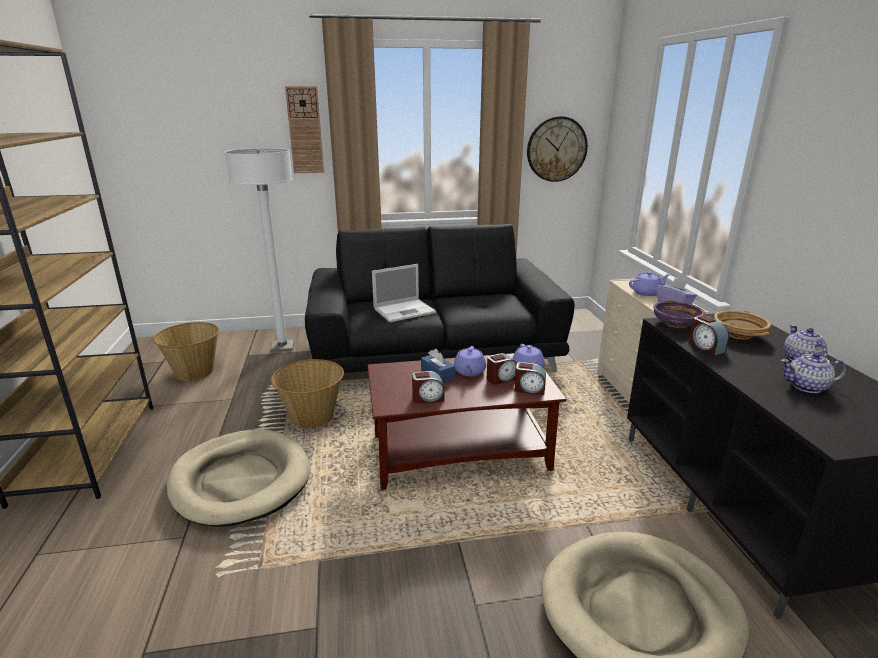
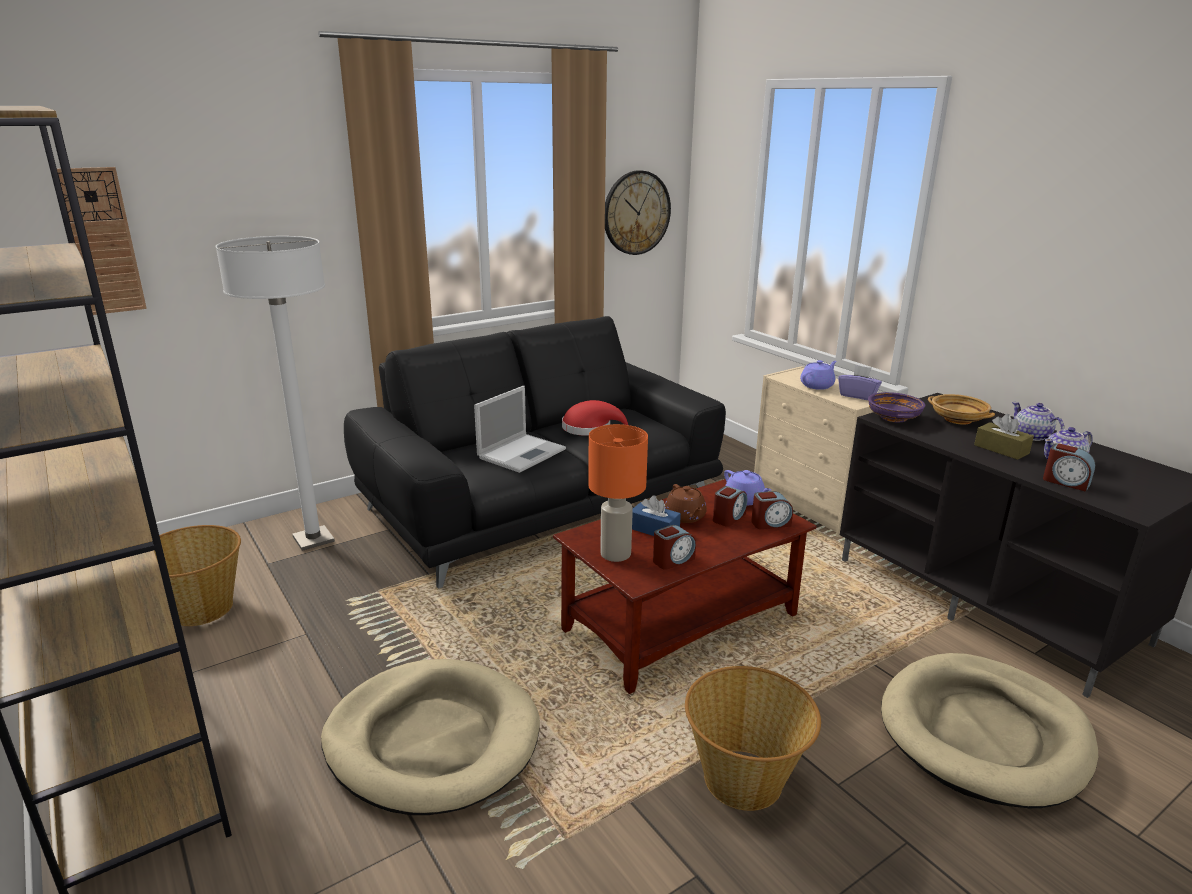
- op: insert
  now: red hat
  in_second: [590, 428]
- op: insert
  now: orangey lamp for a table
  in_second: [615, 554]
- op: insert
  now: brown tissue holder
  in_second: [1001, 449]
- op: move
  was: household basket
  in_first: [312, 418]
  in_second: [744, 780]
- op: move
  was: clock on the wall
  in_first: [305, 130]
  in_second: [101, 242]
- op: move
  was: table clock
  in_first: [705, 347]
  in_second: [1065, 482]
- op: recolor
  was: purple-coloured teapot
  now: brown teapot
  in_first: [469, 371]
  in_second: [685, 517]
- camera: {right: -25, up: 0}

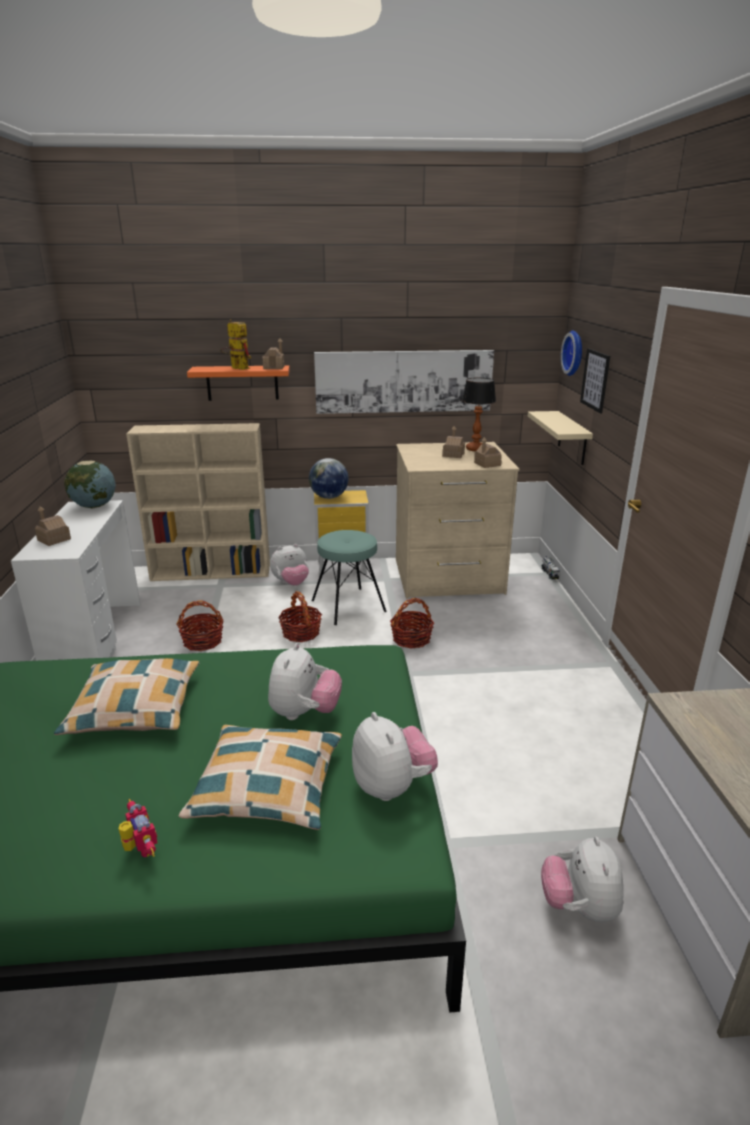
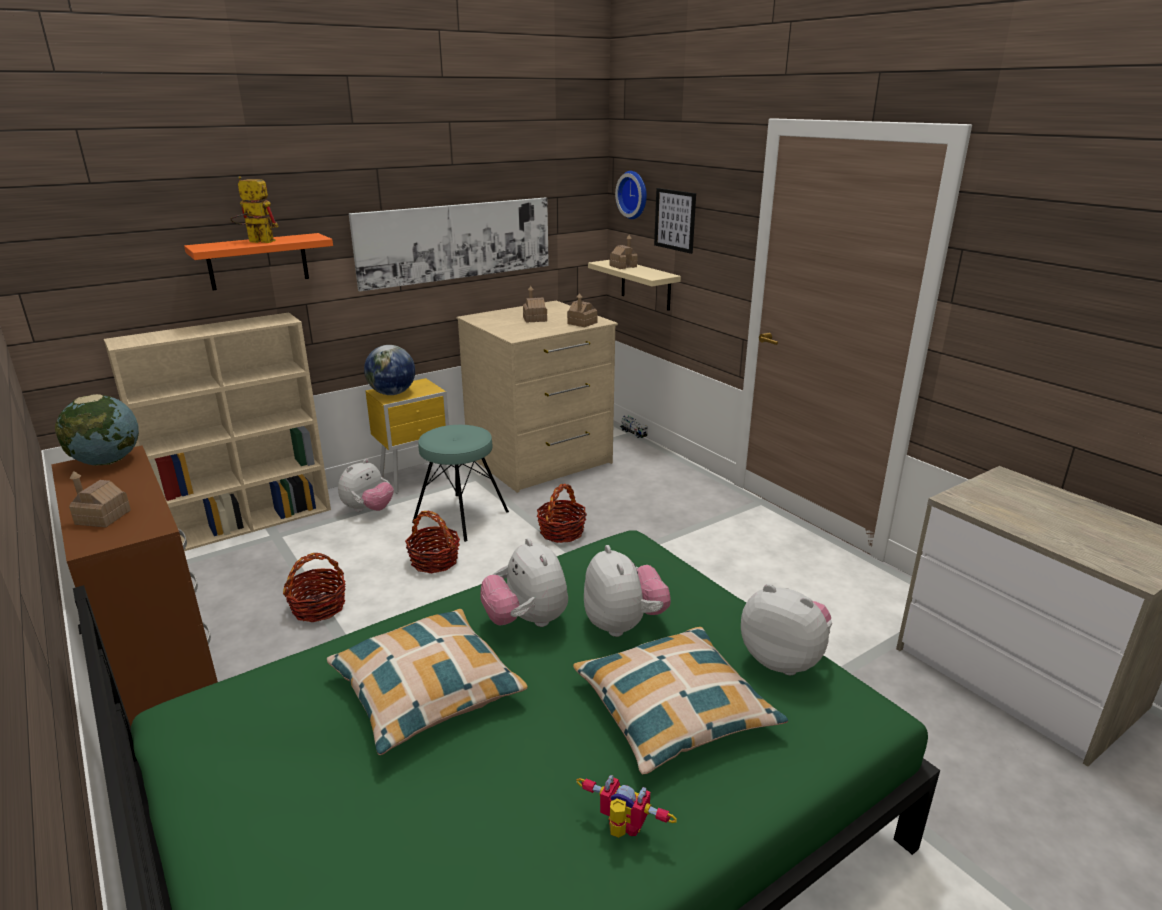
- op: delete
  was: lamp for a table
  in_first: [476, 449]
- op: move
  was: miniature house
  in_first: [274, 367]
  in_second: [623, 266]
- op: move
  was: soft toy
  in_first: [579, 906]
  in_second: [526, 621]
- op: recolor
  was: white-coloured desk table
  now: brown desk table
  in_first: [95, 639]
  in_second: [155, 652]
- camera: {right: -30, up: 0}

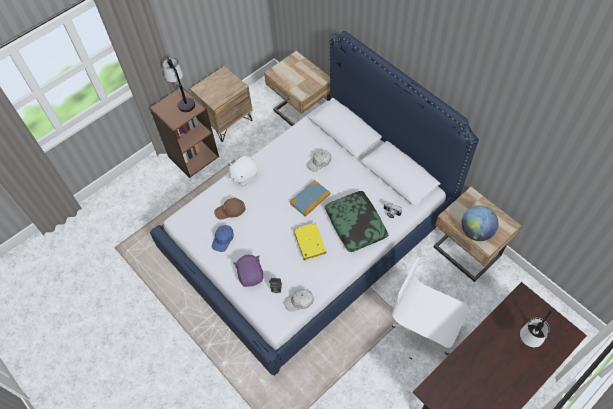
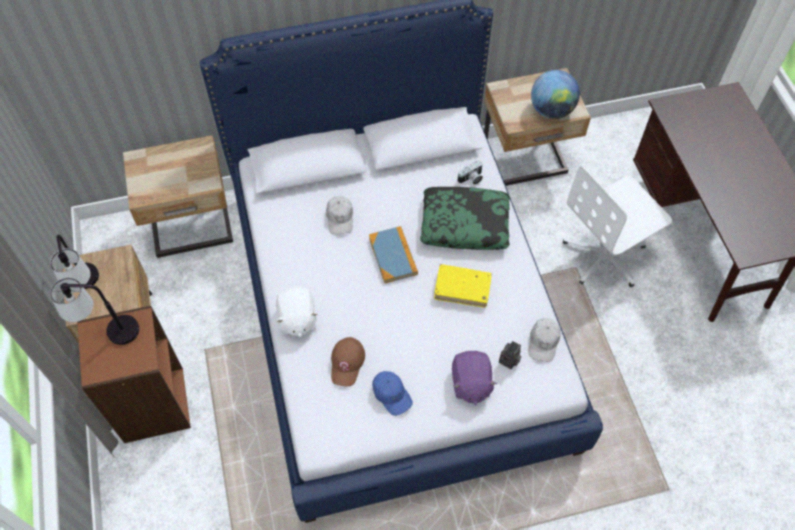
- op: move
  was: lamp for a table
  in_first: [528, 340]
  in_second: [87, 288]
- op: rotate
  was: purple-coloured soft toy
  in_first: [251, 275]
  in_second: [470, 383]
  clockwise: -105
- camera: {right: -65, up: 0}

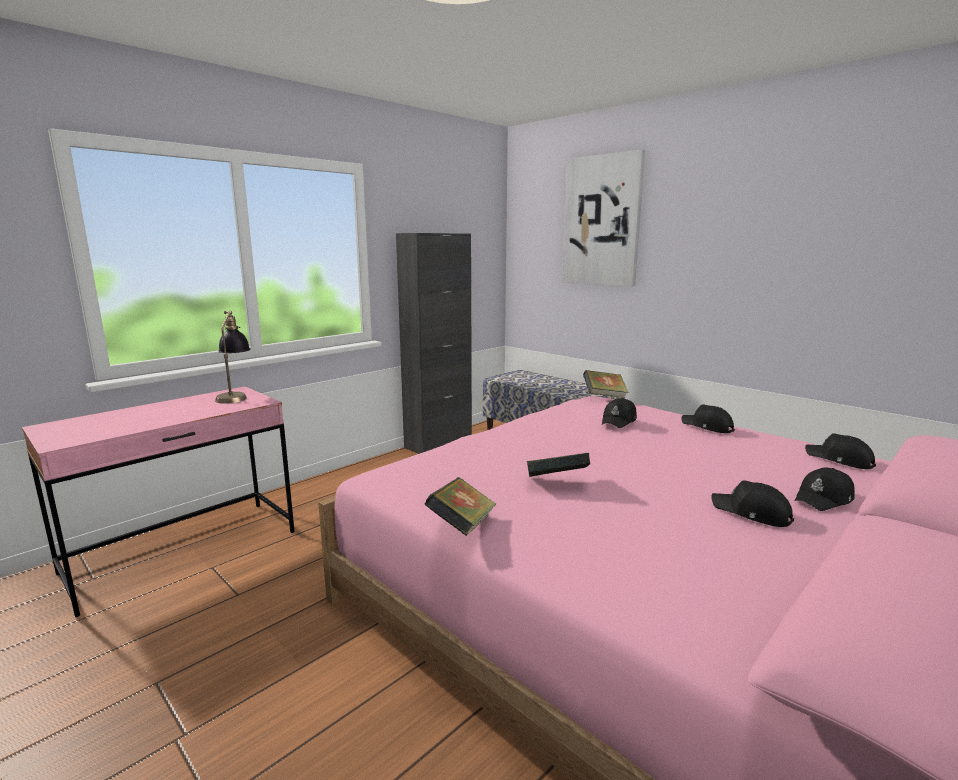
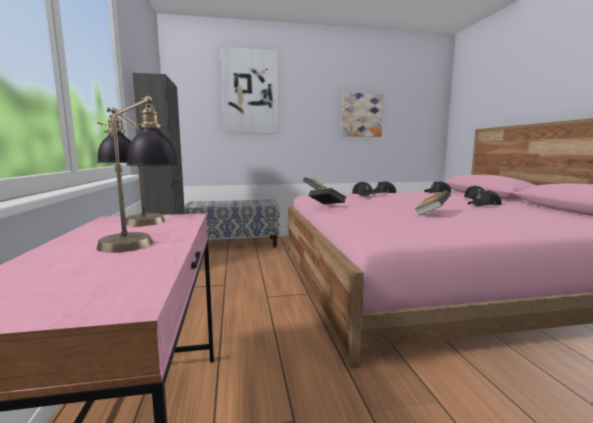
- op: insert
  now: lamp for a table
  in_second: [143, 239]
- op: insert
  now: picture
  in_second: [361, 115]
- op: move
  was: book
  in_first: [462, 526]
  in_second: [327, 206]
- camera: {right: -55, up: -5}

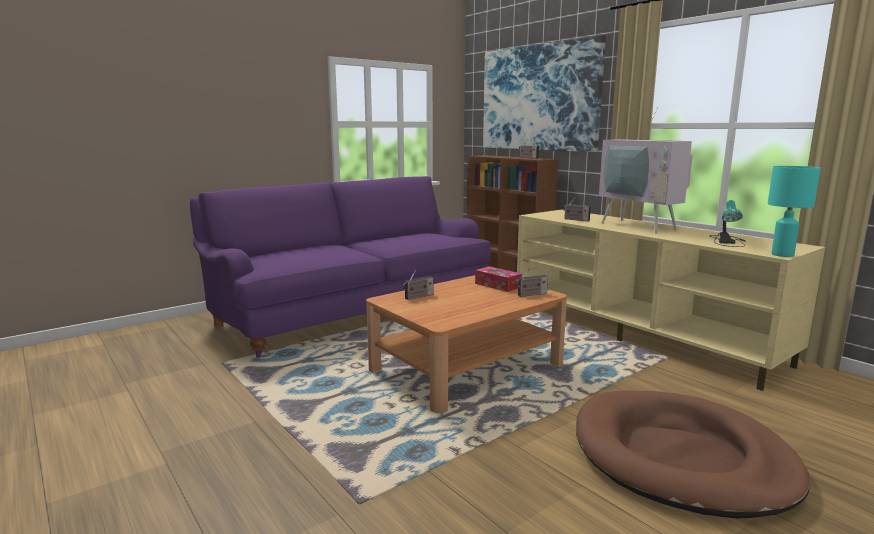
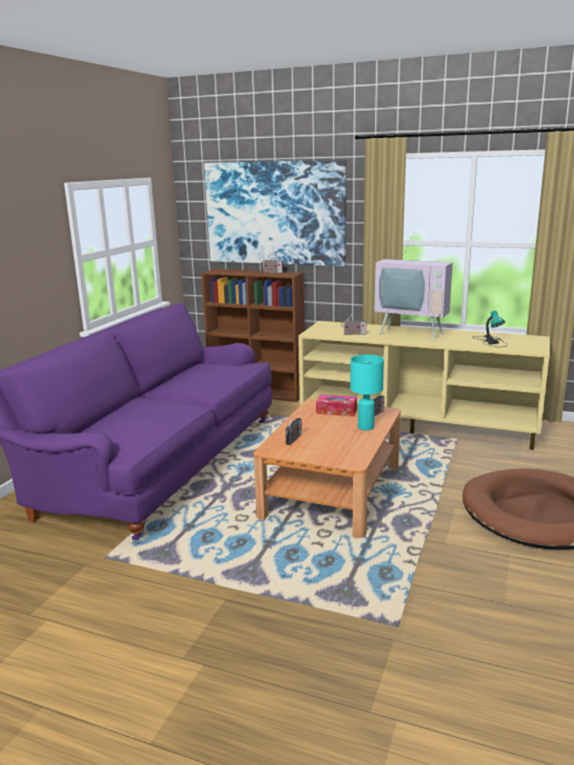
- op: move
  was: turquoise lamp for a table
  in_first: [783, 255]
  in_second: [366, 427]
- camera: {right: -30, up: 5}

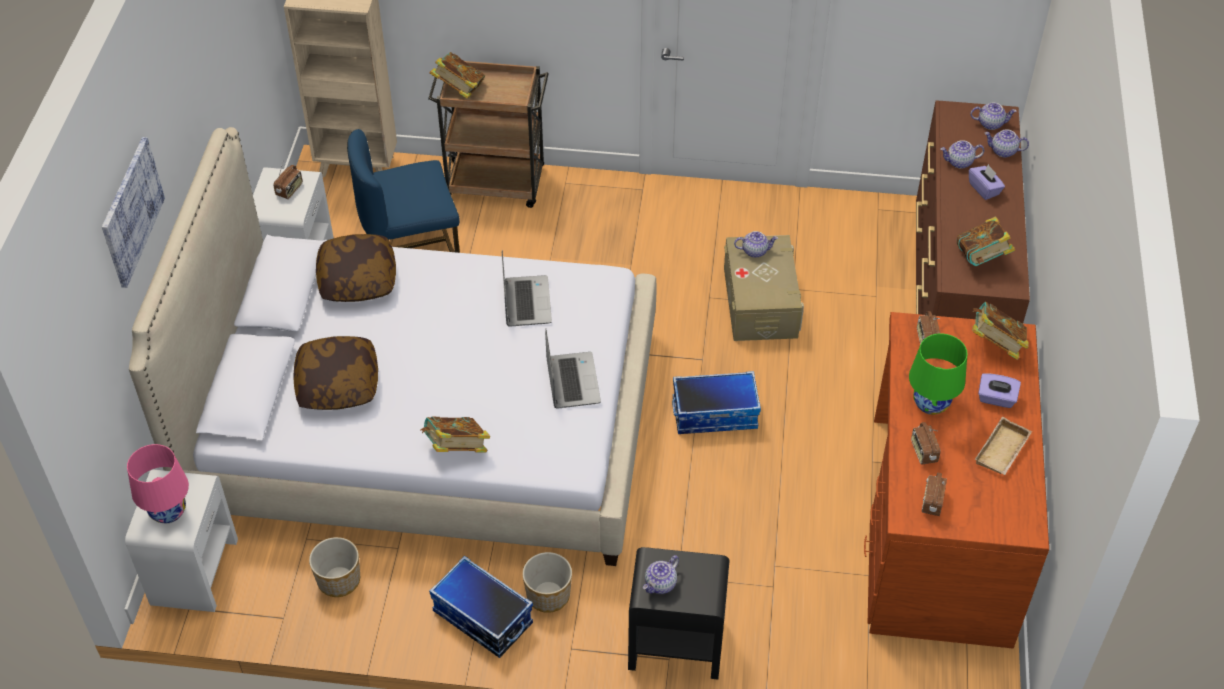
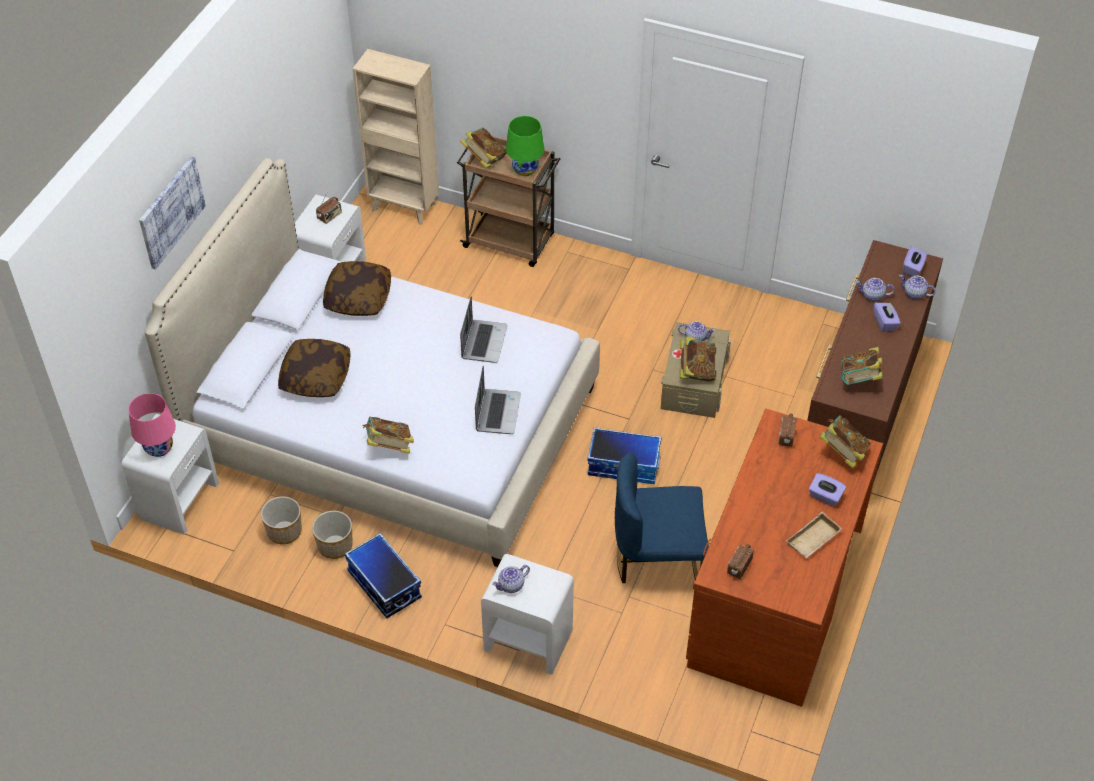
- op: delete
  was: radio
  in_first: [923, 452]
- op: insert
  now: book
  in_second: [696, 371]
- op: move
  was: blue-coloured plain chair
  in_first: [411, 246]
  in_second: [658, 559]
- op: move
  was: plant pot
  in_first: [548, 595]
  in_second: [335, 545]
- op: move
  was: greenish lamp for a table
  in_first: [931, 403]
  in_second: [525, 169]
- op: replace
  was: teapot
  now: purple-coloured tissue holder
  in_first: [991, 123]
  in_second: [913, 268]
- op: recolor
  was: black nightstand
  now: white-coloured nightstand
  in_first: [675, 644]
  in_second: [527, 640]
- camera: {right: 15, up: 0}

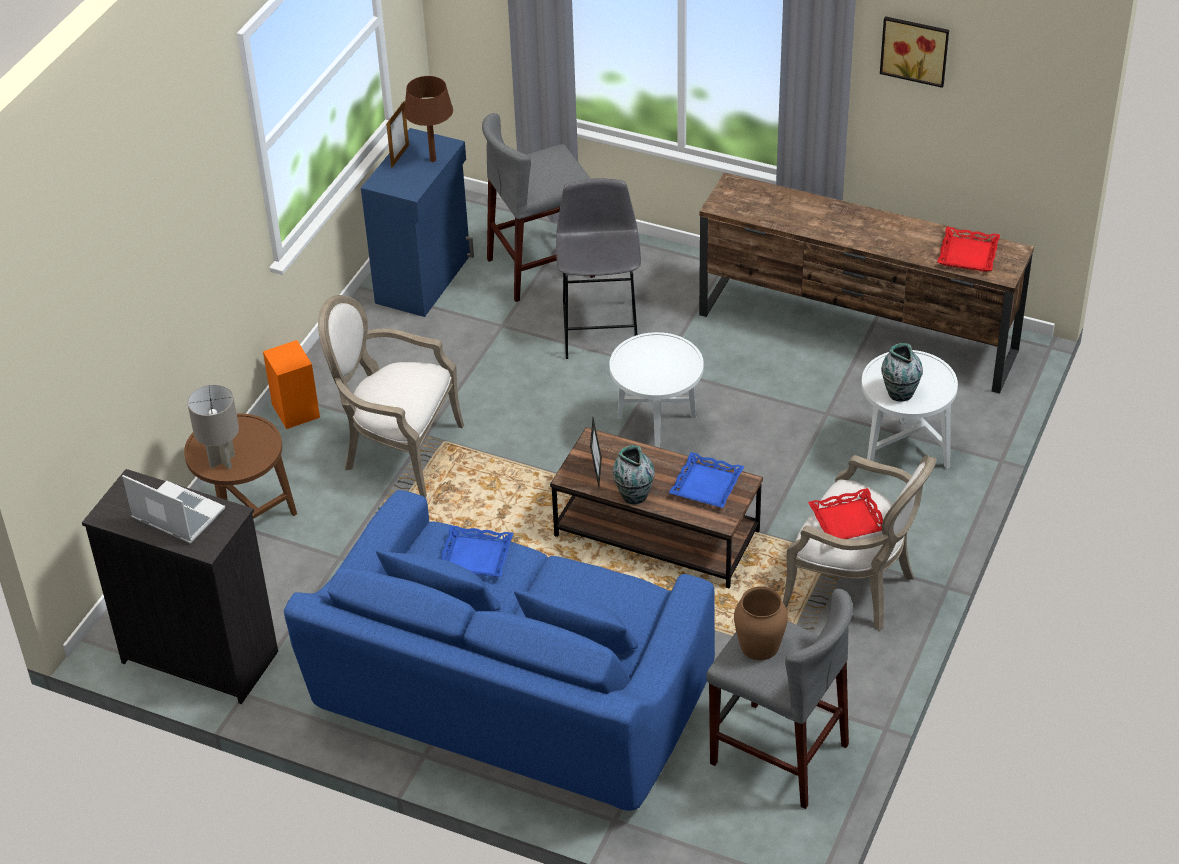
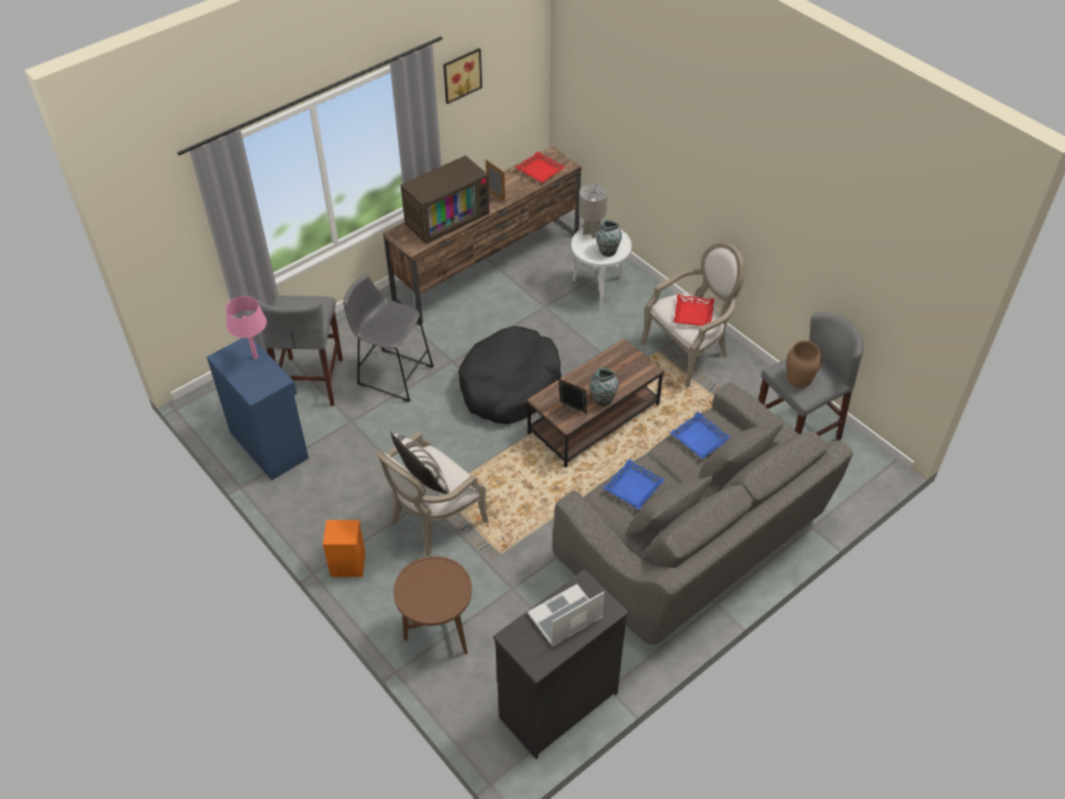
- op: insert
  now: throw pillow
  in_second: [423, 481]
- op: insert
  now: television
  in_second: [446, 217]
- op: move
  was: gray lamp for a table
  in_first: [221, 461]
  in_second: [591, 233]
- op: move
  was: picture frame
  in_first: [400, 156]
  in_second: [495, 196]
- op: move
  was: blue-coloured serving tray
  in_first: [706, 485]
  in_second: [699, 439]
- op: replace
  was: white-coloured accent table
  now: black dog cushion
  in_first: [657, 435]
  in_second: [509, 386]
- op: recolor
  was: blue-coloured settee
  now: gray settee
  in_first: [511, 699]
  in_second: [692, 541]
- op: recolor
  was: brown lamp for a table
  now: pinkish lamp for a table
  in_first: [432, 160]
  in_second: [255, 357]
- camera: {right: -65, up: 5}

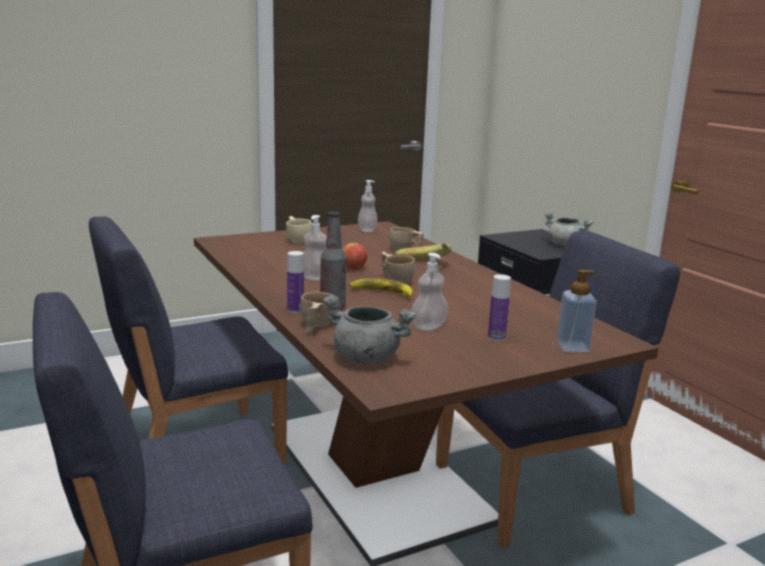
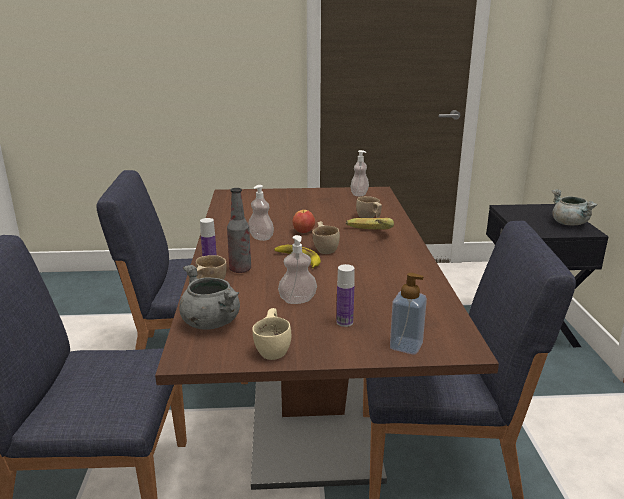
- op: move
  was: sand-coloured drinking cup
  in_first: [297, 240]
  in_second: [274, 348]
- camera: {right: 25, up: 5}

